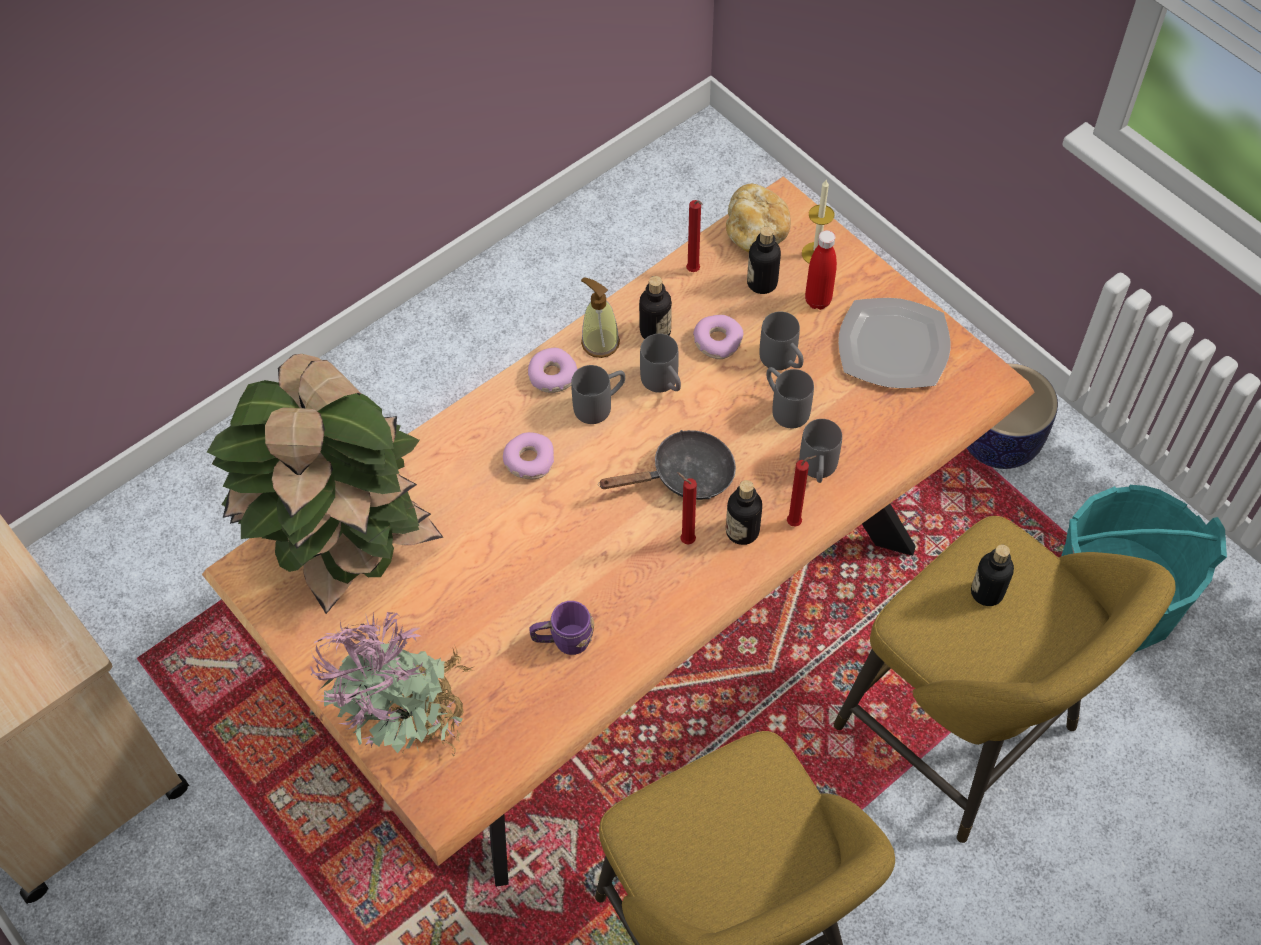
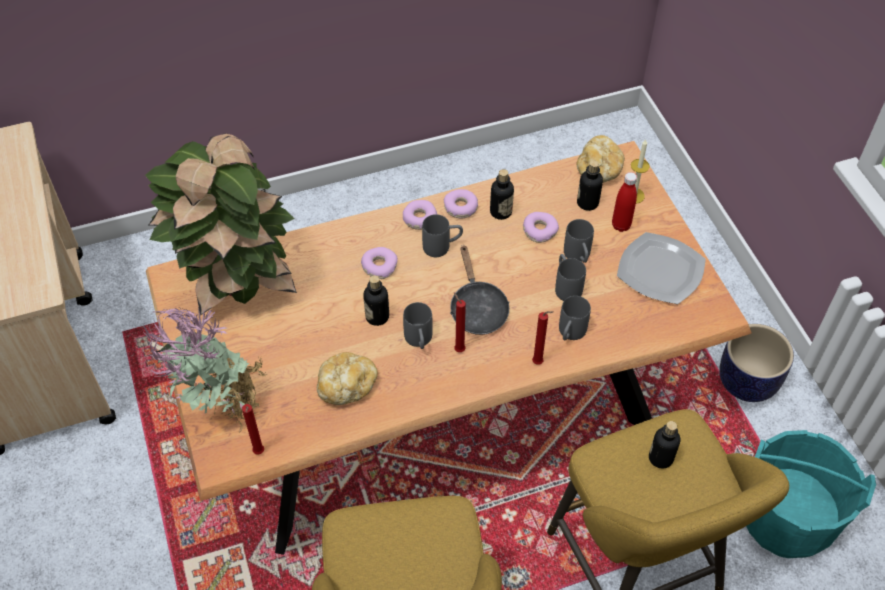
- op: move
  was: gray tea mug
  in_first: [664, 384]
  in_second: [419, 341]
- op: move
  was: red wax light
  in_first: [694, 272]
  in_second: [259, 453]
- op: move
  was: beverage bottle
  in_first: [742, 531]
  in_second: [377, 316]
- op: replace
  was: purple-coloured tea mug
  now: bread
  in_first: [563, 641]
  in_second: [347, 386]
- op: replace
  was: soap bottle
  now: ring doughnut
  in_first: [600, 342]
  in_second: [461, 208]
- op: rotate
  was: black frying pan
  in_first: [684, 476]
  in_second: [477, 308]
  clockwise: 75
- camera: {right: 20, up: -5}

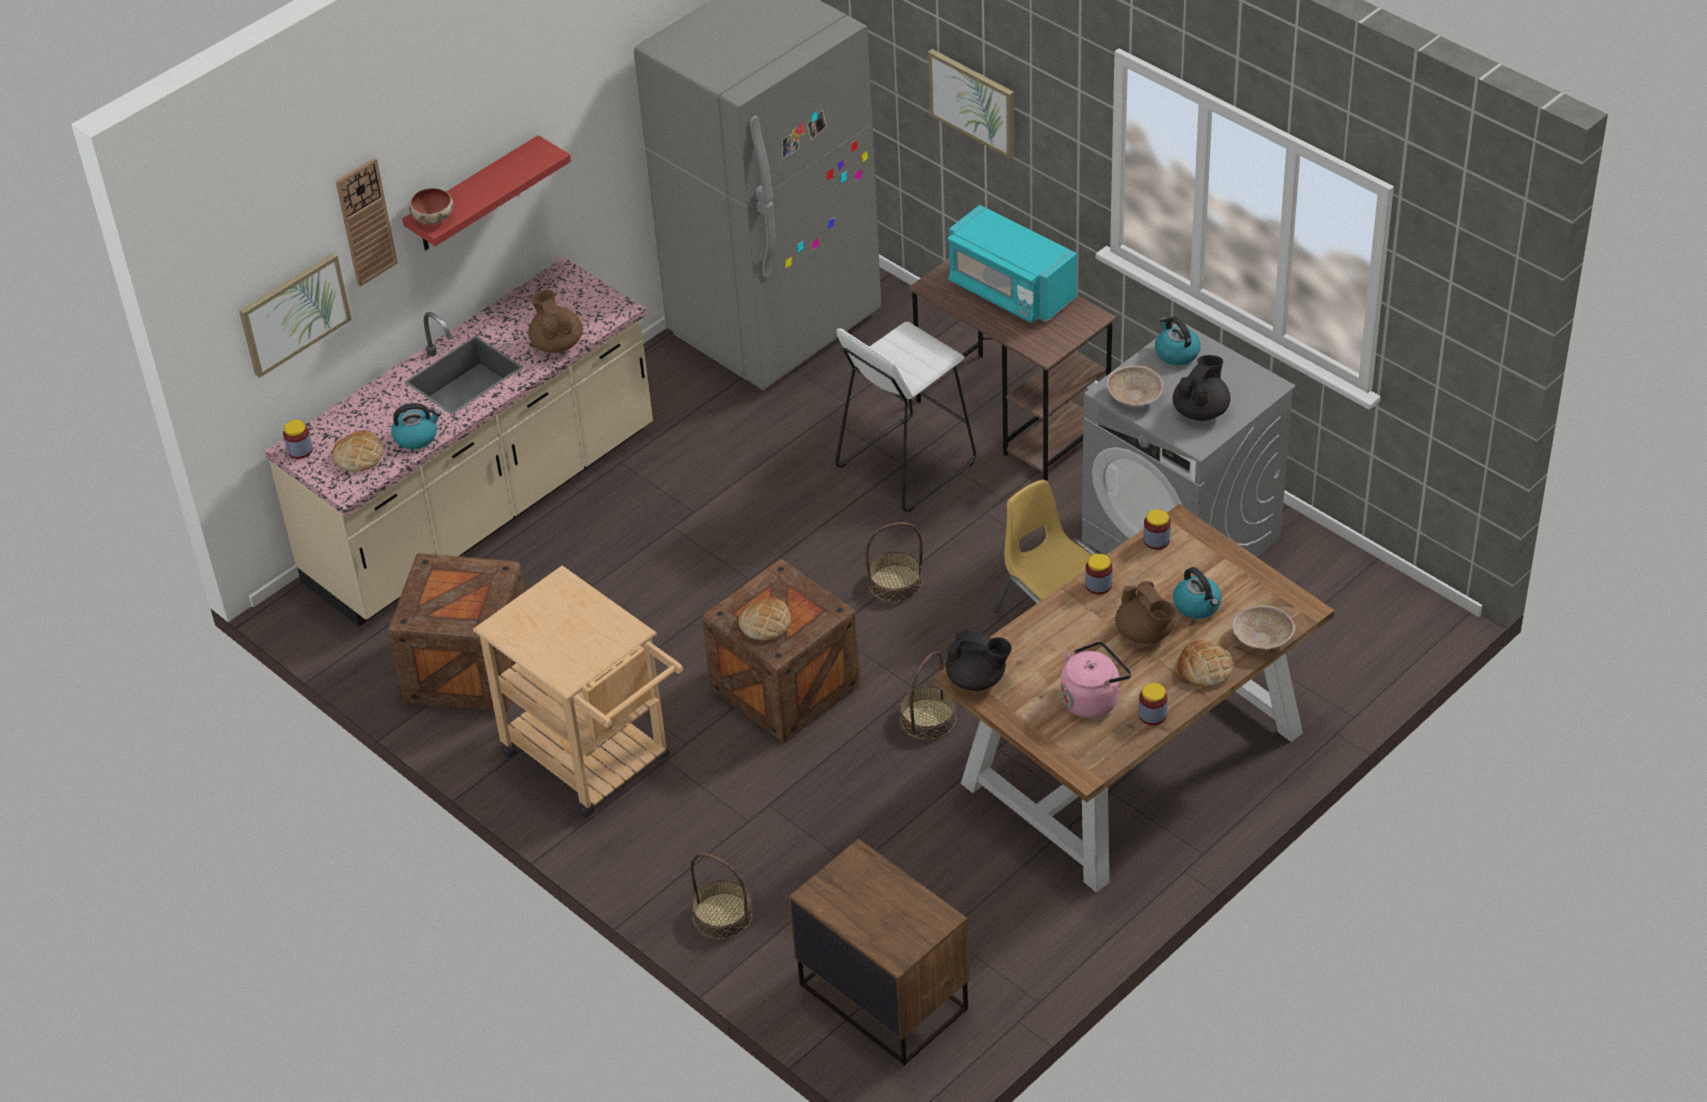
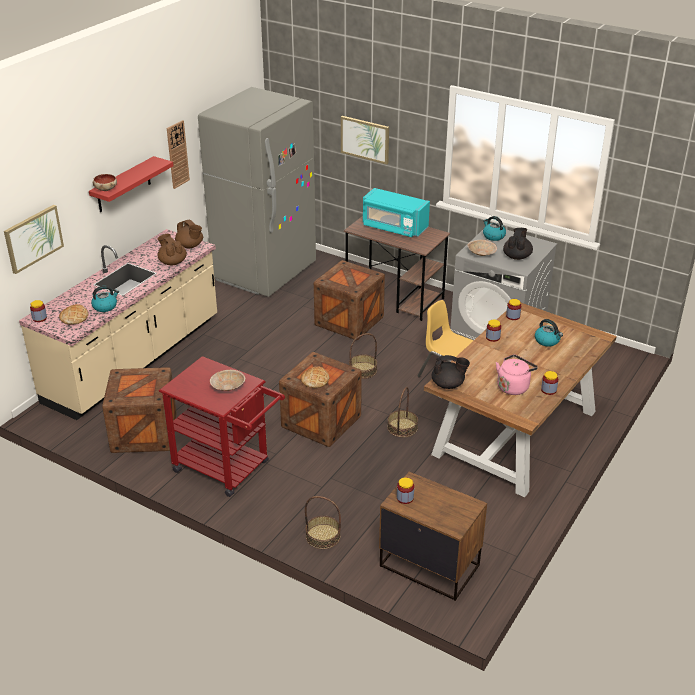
- op: delete
  was: bread
  in_first: [1204, 668]
- op: insert
  now: preserve jar
  in_second: [405, 498]
- op: move
  was: clock on the wall
  in_first: [365, 222]
  in_second: [177, 154]
- op: move
  was: brown teapot
  in_first: [1145, 633]
  in_second: [190, 246]
- op: move
  was: sand-coloured bowl
  in_first: [1261, 638]
  in_second: [227, 387]
- op: replace
  was: white-coloured stool seat
  now: shipping crate
  in_first: [904, 465]
  in_second: [349, 321]
- op: recolor
  was: sand-coloured cart
  now: red cart
  in_first: [596, 762]
  in_second: [228, 469]
- camera: {right: -15, up: -10}

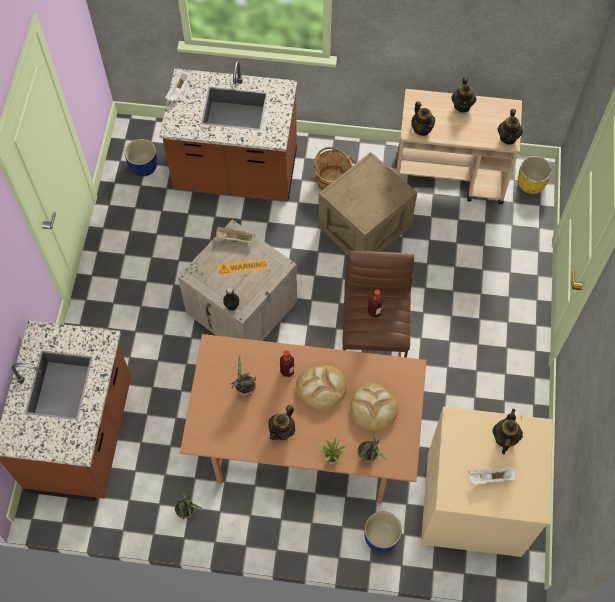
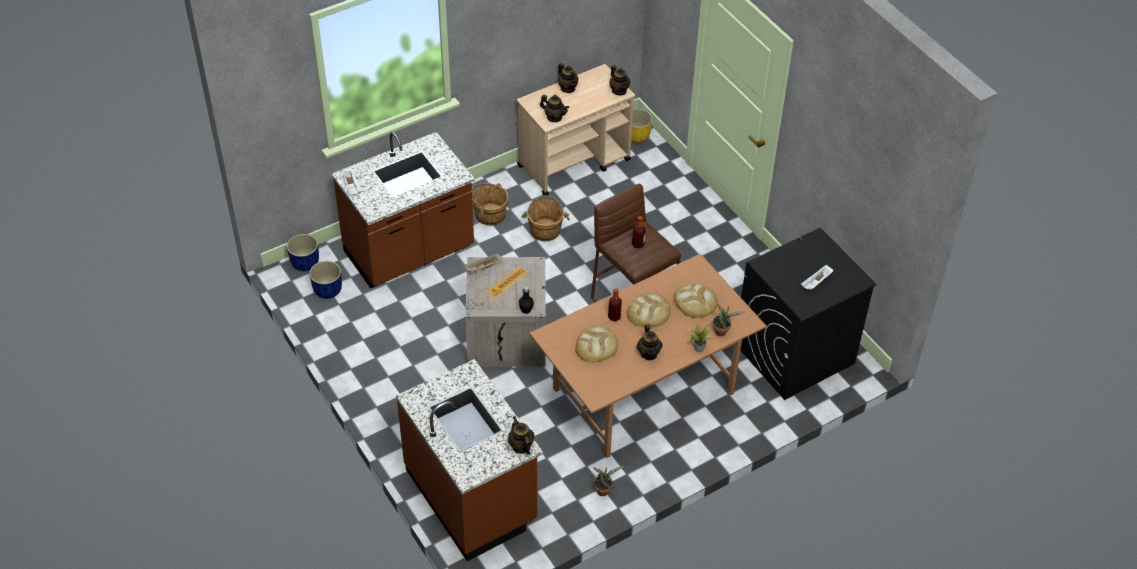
- op: move
  was: blue-coloured plant pot
  in_first: [381, 538]
  in_second: [305, 263]
- op: move
  was: teapot
  in_first: [504, 438]
  in_second: [521, 446]
- op: replace
  was: potted plant
  now: bread
  in_first: [244, 389]
  in_second: [596, 346]
- op: replace
  was: shipping crate
  now: brown water bucket
  in_first: [365, 226]
  in_second: [545, 230]
- op: recolor
  was: sand-coloured laundry appliance
  now: black laundry appliance
  in_first: [472, 504]
  in_second: [793, 354]
- camera: {right: -40, up: -15}

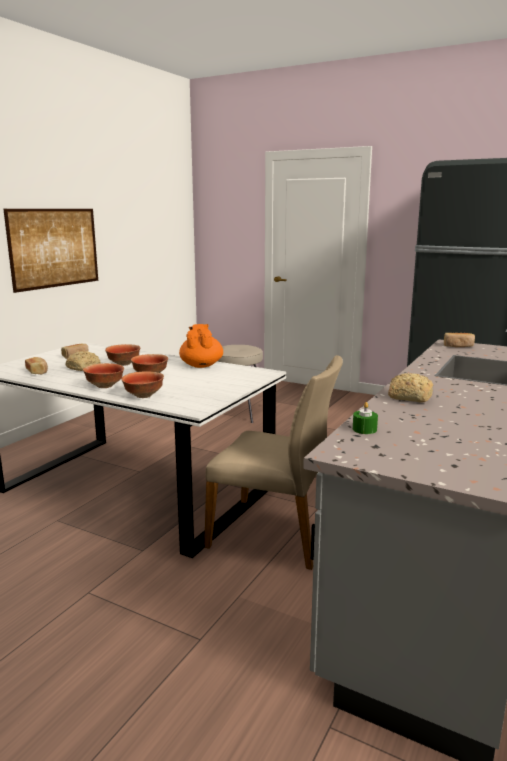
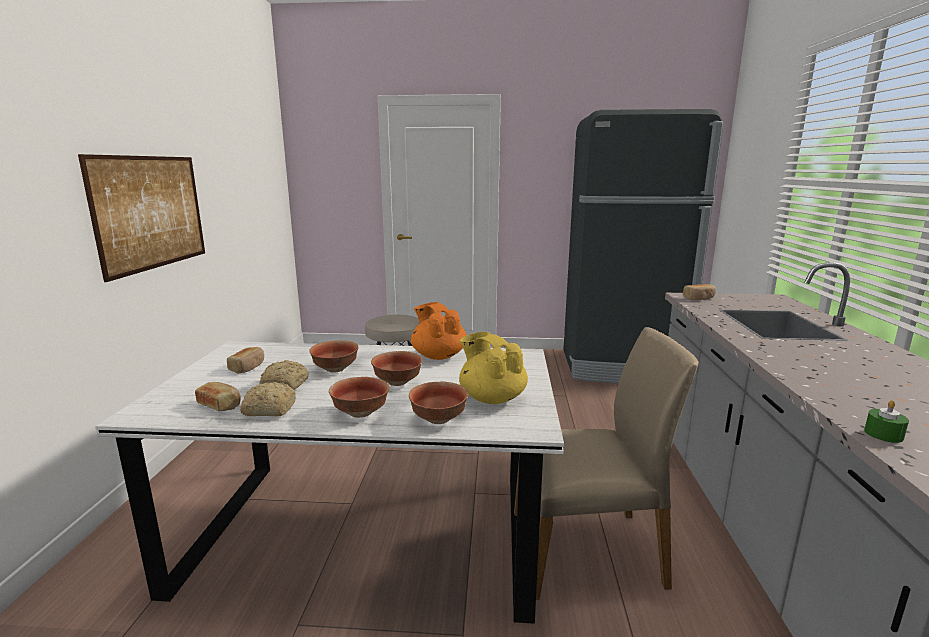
- op: insert
  now: yellow-coloured teapot
  in_second: [492, 398]
- op: move
  was: bread
  in_first: [408, 397]
  in_second: [269, 409]
- camera: {right: -25, up: 0}

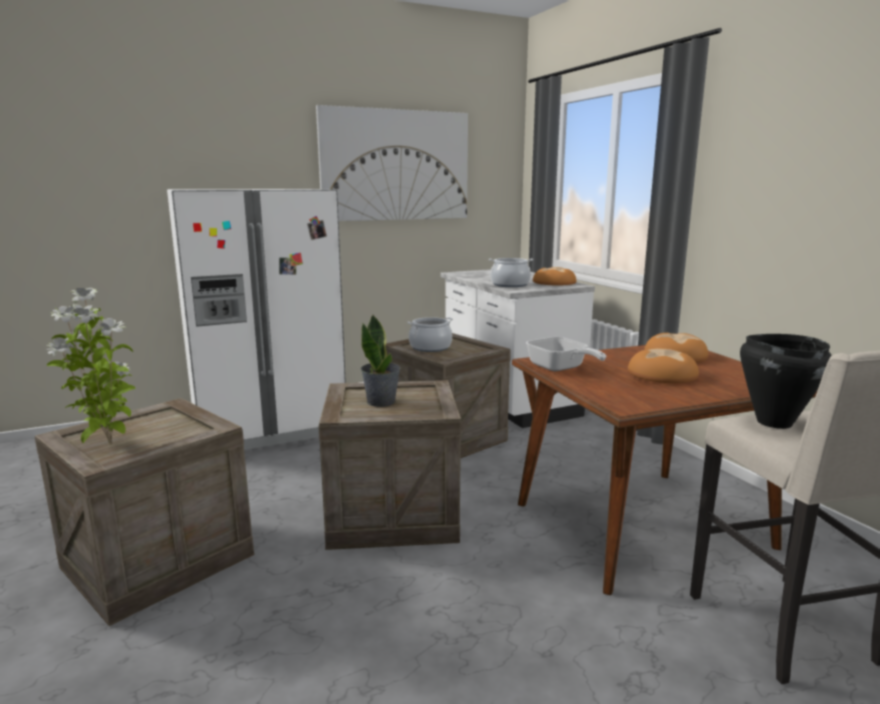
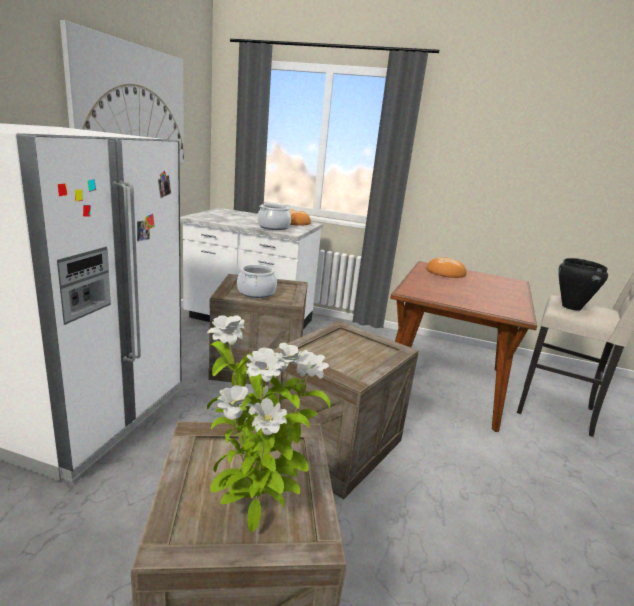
- op: delete
  was: potted plant
  in_first: [381, 401]
- op: delete
  was: frying pan
  in_first: [560, 368]
- op: delete
  was: bread
  in_first: [661, 374]
- camera: {right: -50, up: 5}

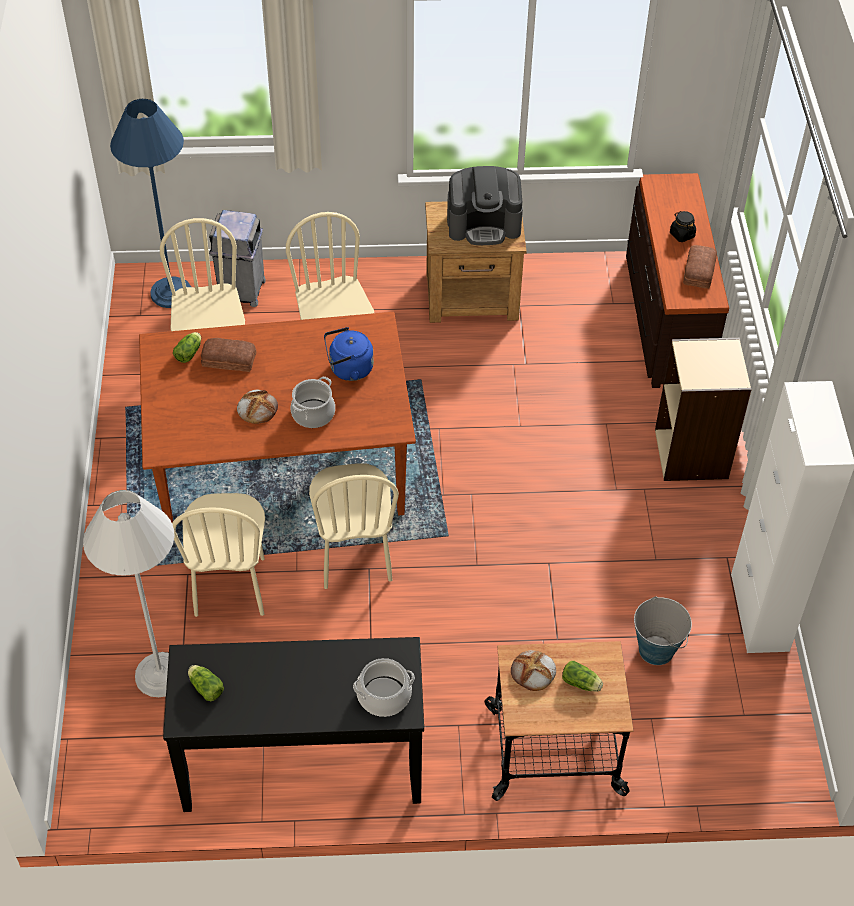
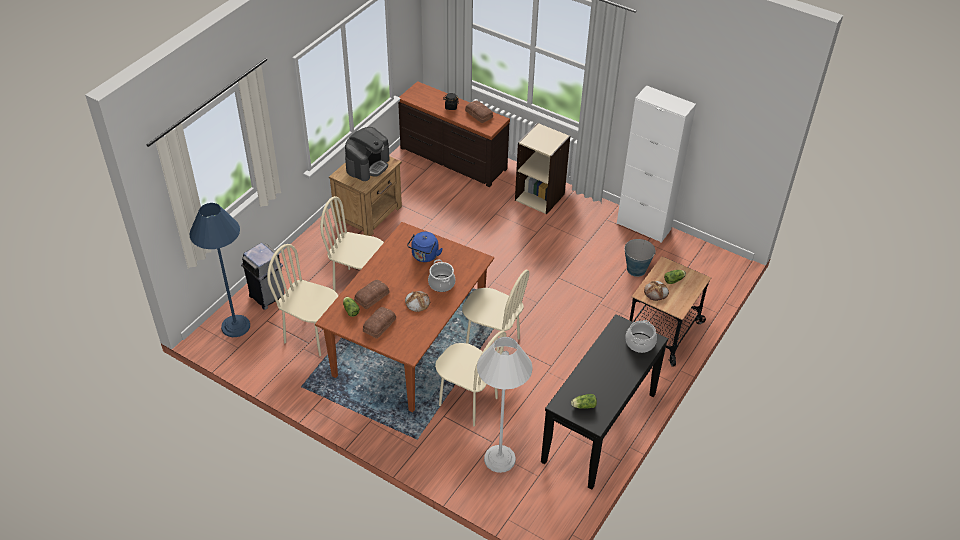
- op: insert
  now: bread
  in_second: [378, 325]
- camera: {right: -55, up: -5}

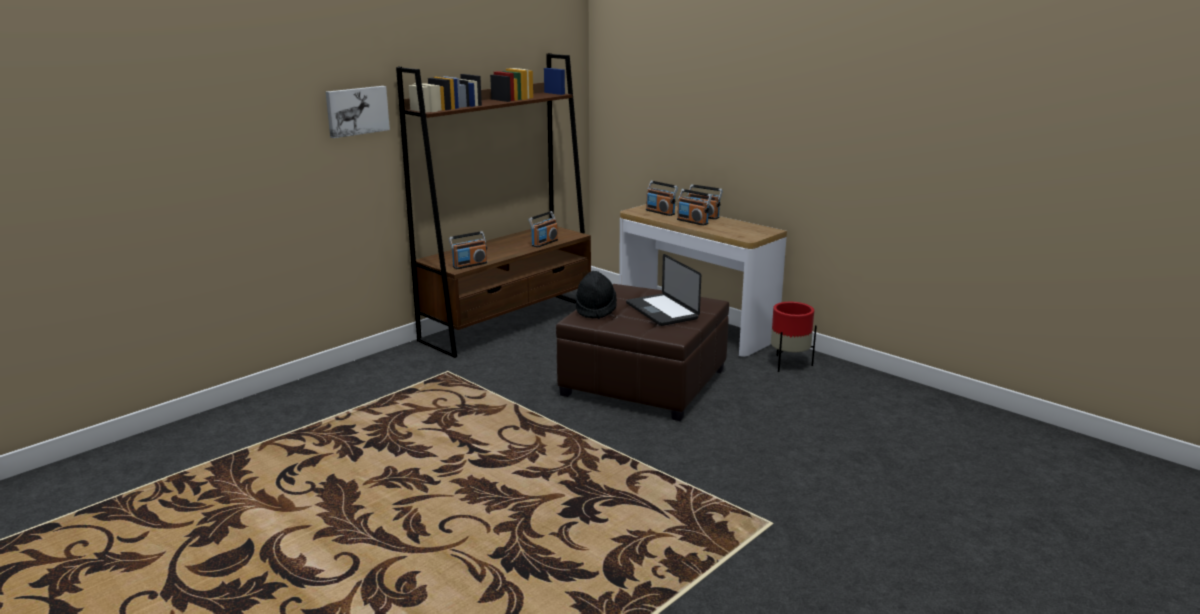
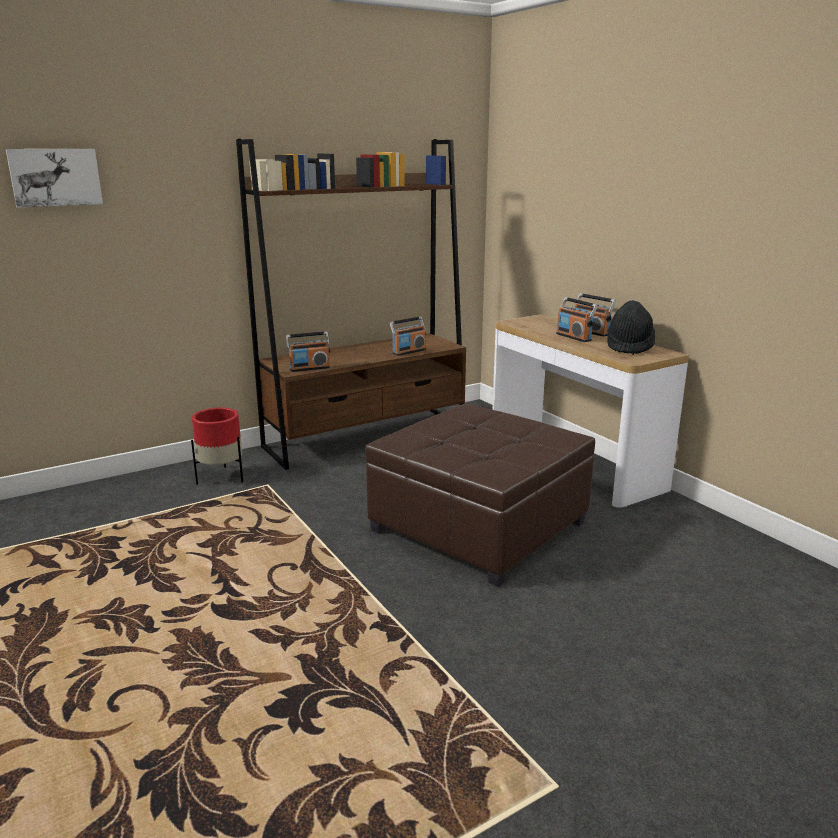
- op: delete
  was: portable computer
  in_first: [662, 311]
- op: delete
  was: radio
  in_first: [660, 212]
- op: move
  was: picture
  in_first: [356, 111]
  in_second: [55, 177]
- op: move
  was: black hat
  in_first: [595, 309]
  in_second: [629, 347]
- op: move
  was: red plant pot
  in_first: [788, 364]
  in_second: [221, 477]
- camera: {right: 15, up: 0}

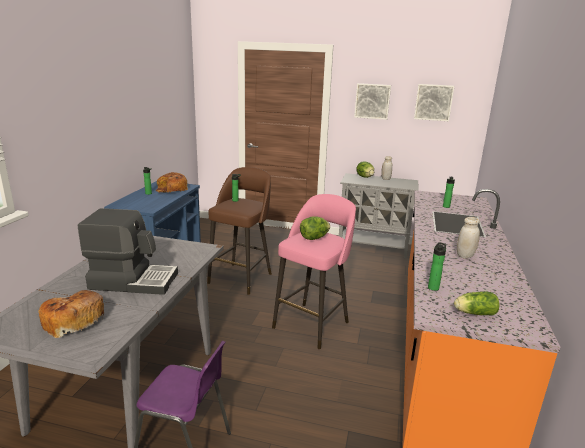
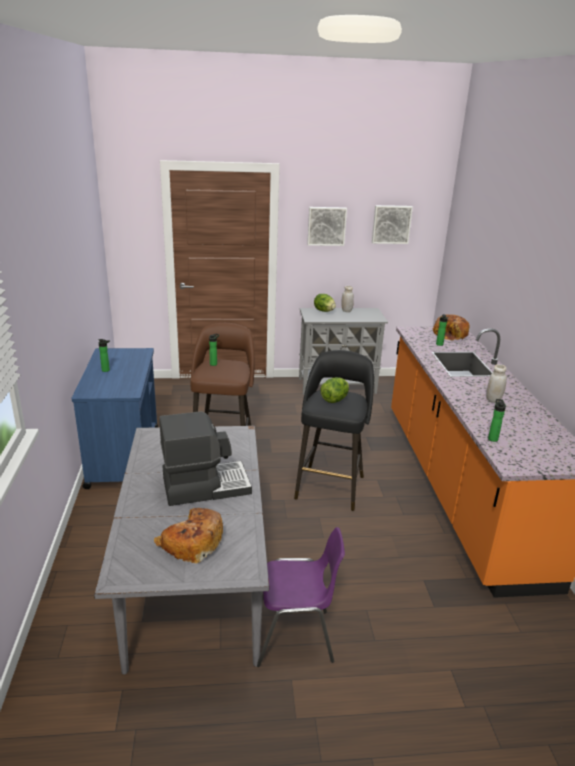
- op: delete
  was: lettuce
  in_first: [473, 313]
- op: move
  was: bread
  in_first: [171, 189]
  in_second: [451, 334]
- op: recolor
  was: pinkish stool seat
  now: black stool seat
  in_first: [312, 324]
  in_second: [330, 486]
- camera: {right: -20, up: 5}

